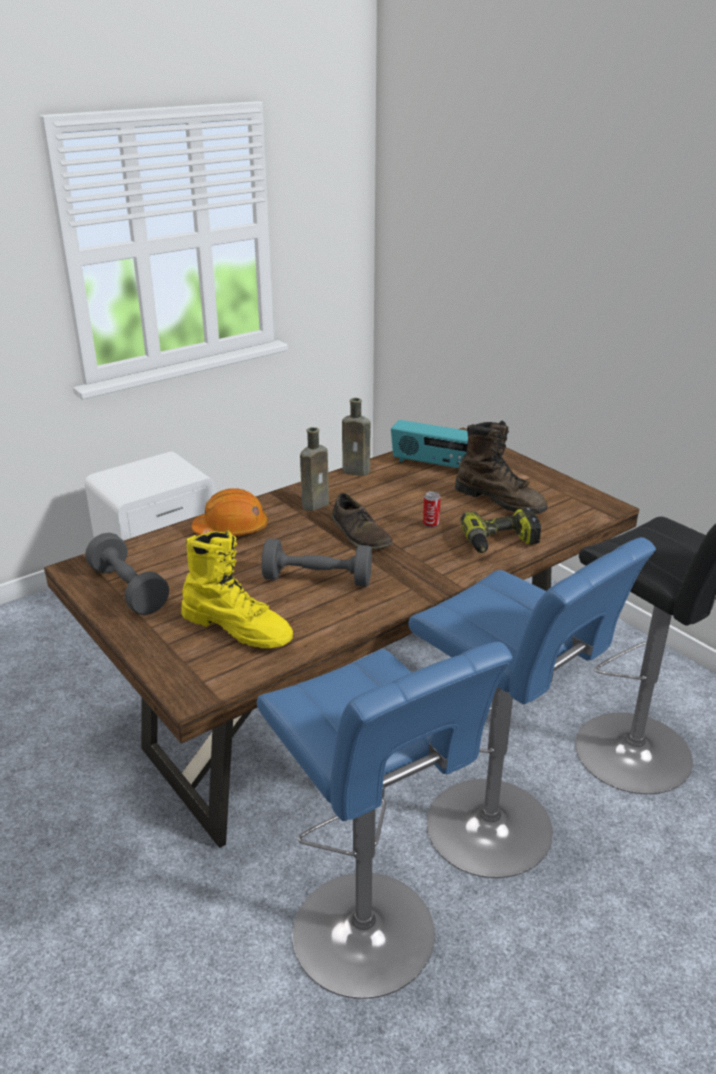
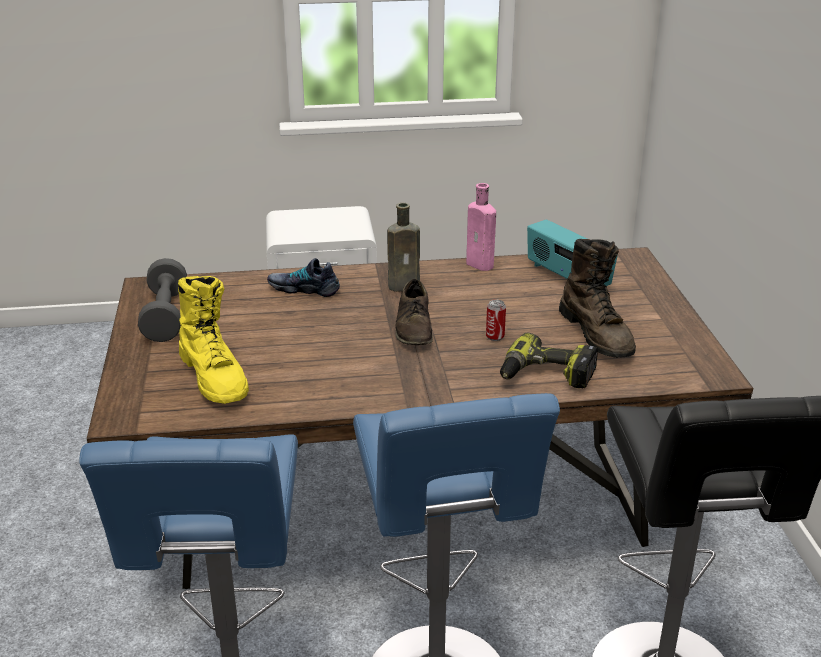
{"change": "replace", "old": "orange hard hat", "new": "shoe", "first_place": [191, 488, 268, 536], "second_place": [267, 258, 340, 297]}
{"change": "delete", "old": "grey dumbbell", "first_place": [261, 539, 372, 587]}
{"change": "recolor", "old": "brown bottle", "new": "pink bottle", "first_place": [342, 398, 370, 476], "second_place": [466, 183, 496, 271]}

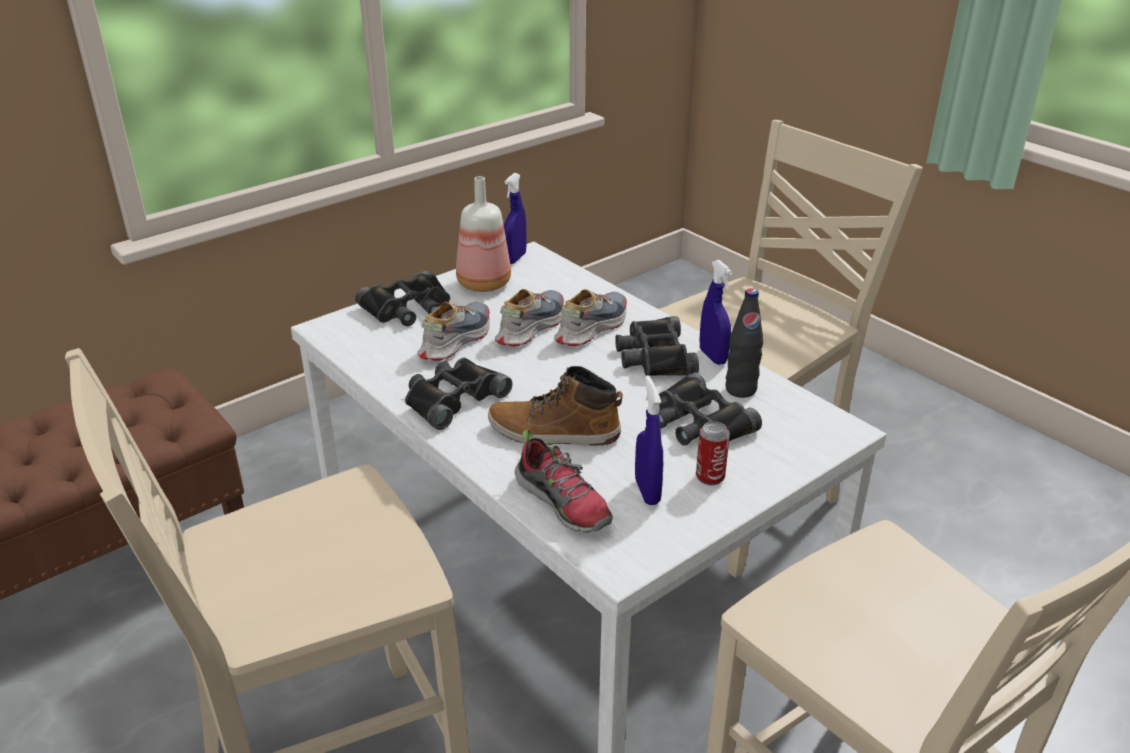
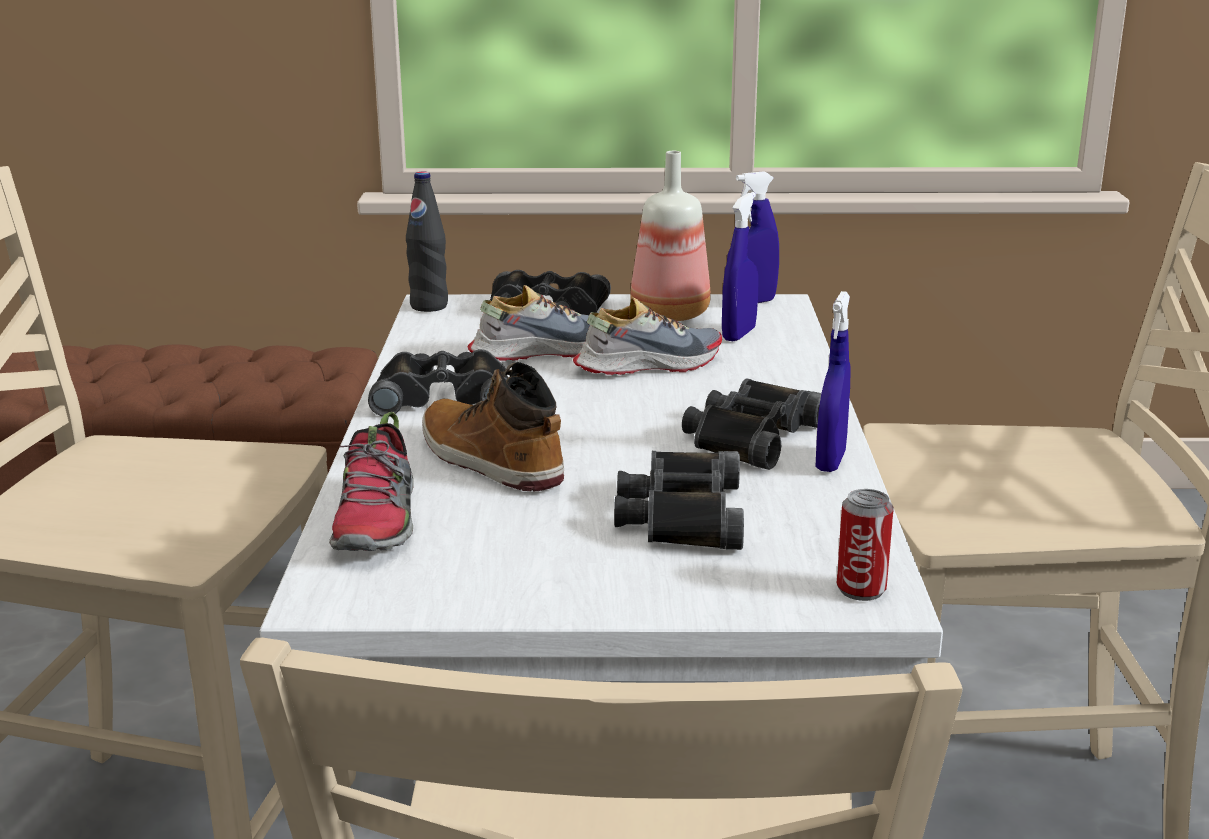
{"change": "delete", "old": "shoe", "first_place": [554, 289, 627, 346]}
{"change": "move", "old": "blue spray bottle", "first_place": [635, 375, 663, 505], "second_place": [722, 192, 759, 341]}
{"change": "move", "old": "can", "first_place": [696, 421, 730, 485], "second_place": [837, 489, 894, 601]}
{"change": "move", "old": "black bottle", "first_place": [726, 288, 763, 398], "second_place": [406, 171, 448, 312]}

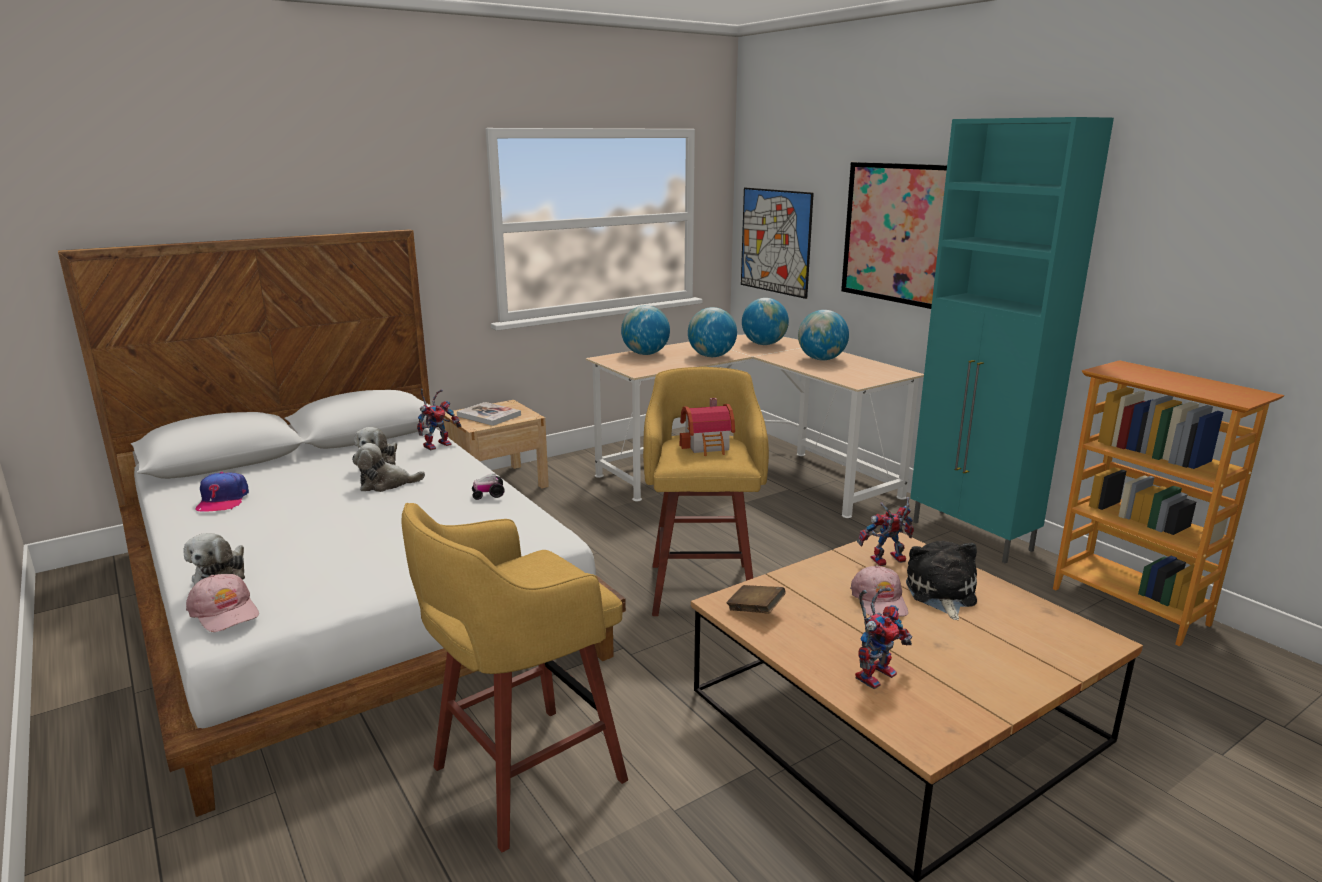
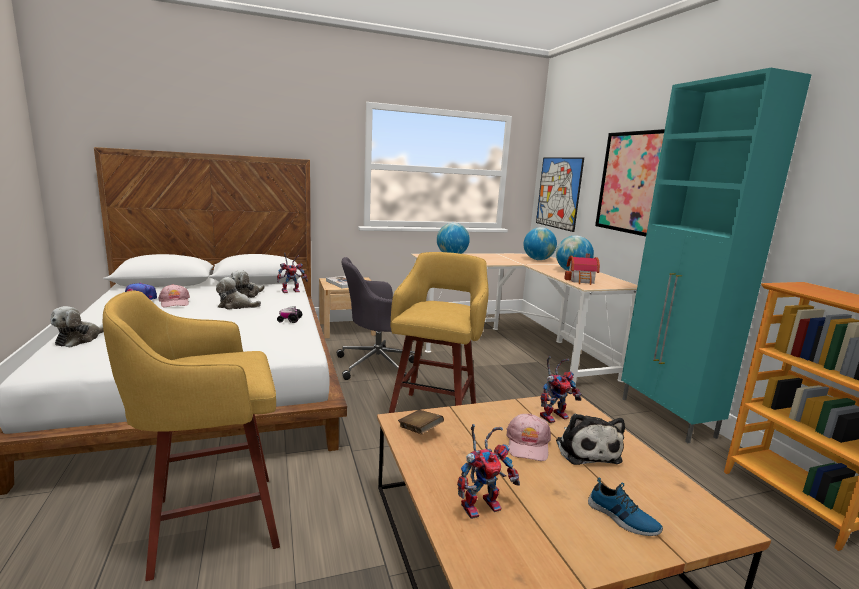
{"change": "move", "old": "pink cap", "first_place": [186, 574, 259, 632], "second_place": [158, 284, 190, 308]}
{"change": "move", "old": "toy house", "first_place": [680, 398, 735, 456], "second_place": [564, 254, 600, 285]}
{"change": "delete", "old": "globe", "first_place": [688, 307, 737, 357]}
{"change": "rotate", "old": "toy robot", "first_place": [857, 497, 914, 566], "second_place": [540, 356, 581, 423], "degrees": 150}
{"change": "rotate", "old": "plush toy", "first_place": [906, 541, 977, 620], "second_place": [556, 413, 625, 465], "degrees": 150}
{"change": "insert", "new": "grey office chair", "second_place": [337, 257, 415, 382]}
{"change": "insert", "new": "shoe", "second_place": [588, 477, 663, 536]}

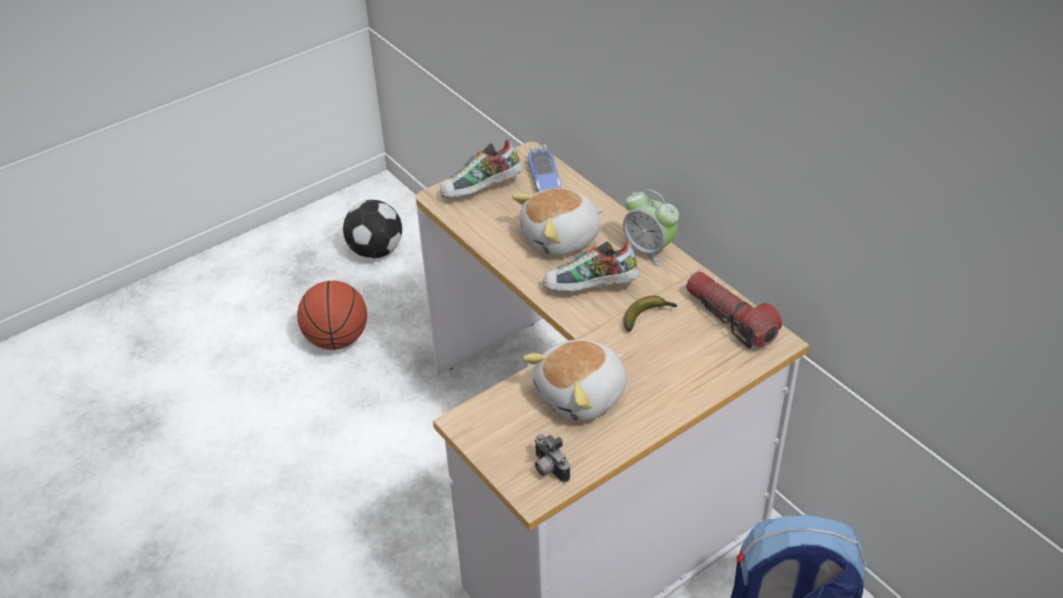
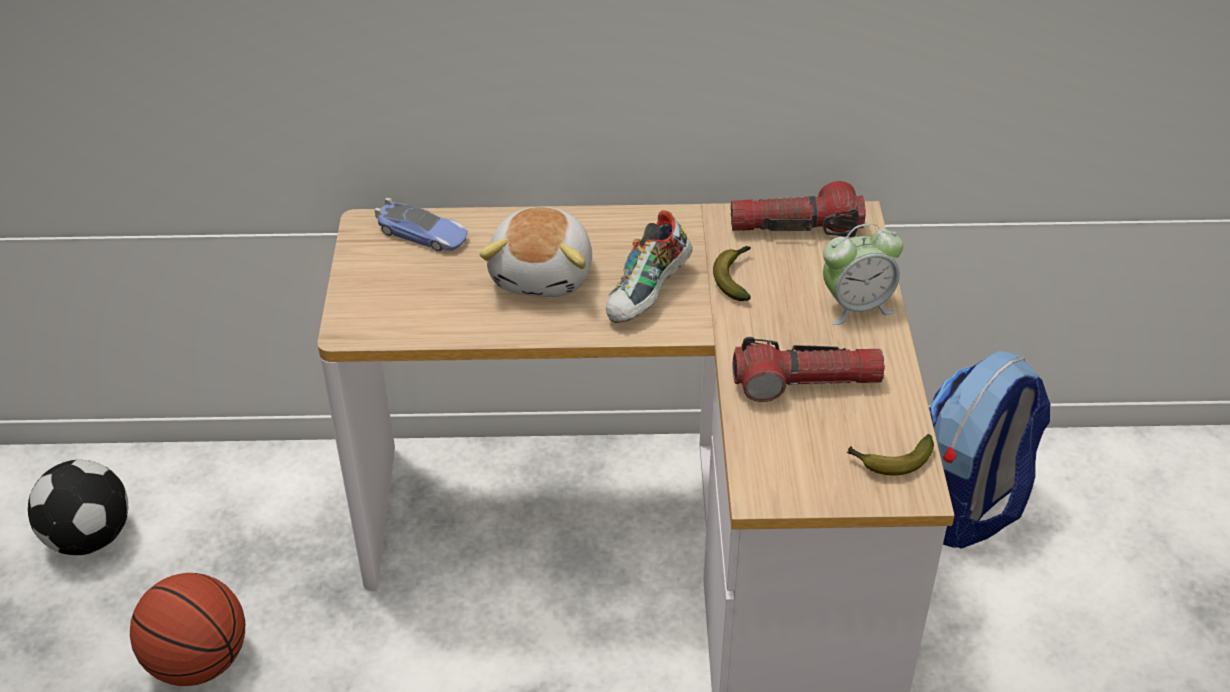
{"change": "delete", "old": "shoe", "first_place": [440, 139, 523, 198]}
{"change": "replace", "old": "plush toy", "new": "flashlight", "first_place": [522, 339, 627, 421], "second_place": [733, 337, 885, 402]}
{"change": "replace", "old": "photo camera", "new": "banana", "first_place": [534, 434, 570, 482], "second_place": [847, 434, 934, 476]}
{"change": "move", "old": "alarm clock", "first_place": [621, 190, 679, 267], "second_place": [823, 223, 903, 325]}

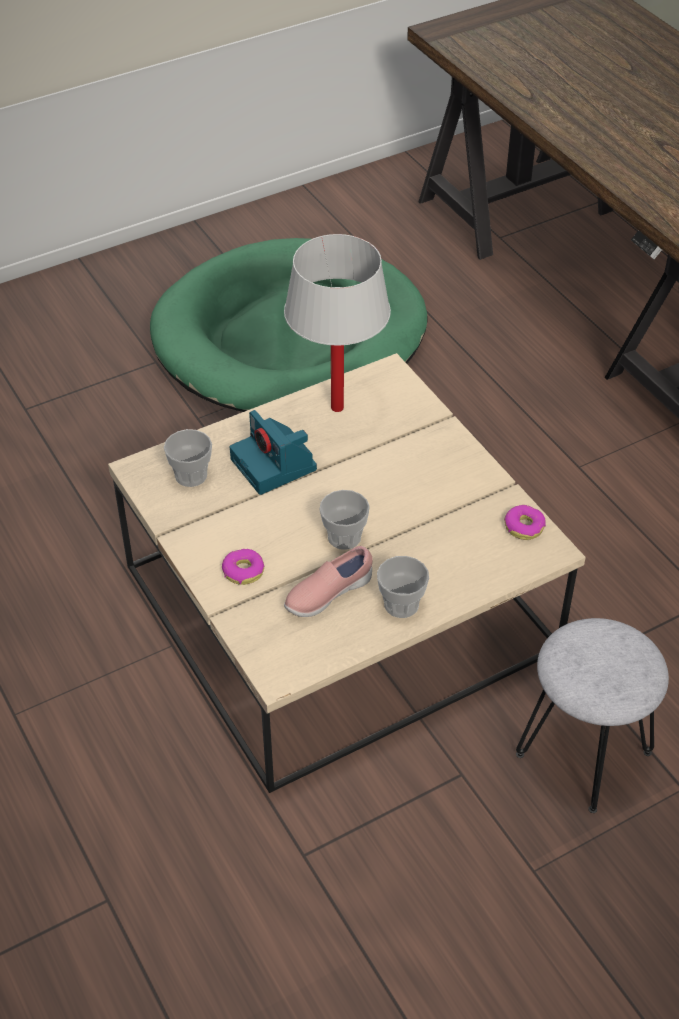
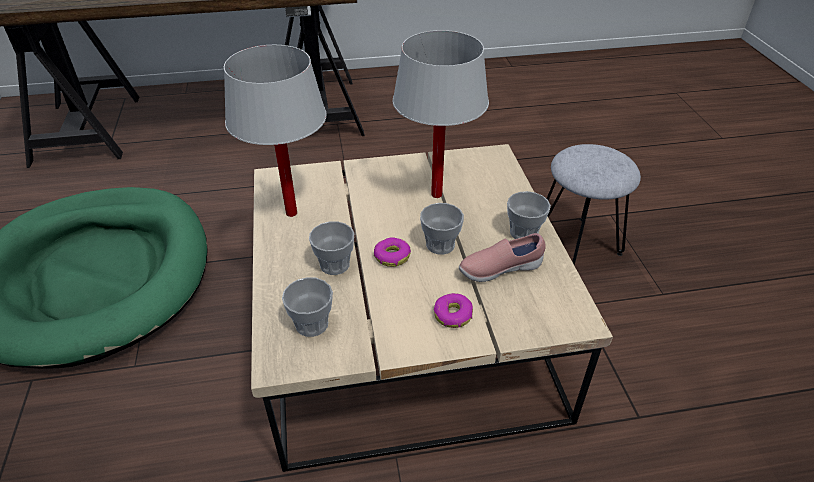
{"change": "replace", "old": "photo camera", "new": "cup", "first_place": [229, 410, 317, 495], "second_place": [309, 221, 354, 275]}
{"change": "rotate", "old": "pink shoe", "first_place": [284, 546, 373, 617], "second_place": [459, 233, 546, 282], "degrees": 90}
{"change": "move", "old": "donut", "first_place": [504, 505, 546, 540], "second_place": [374, 237, 411, 267]}
{"change": "insert", "new": "white table lamp", "second_place": [393, 30, 489, 198]}

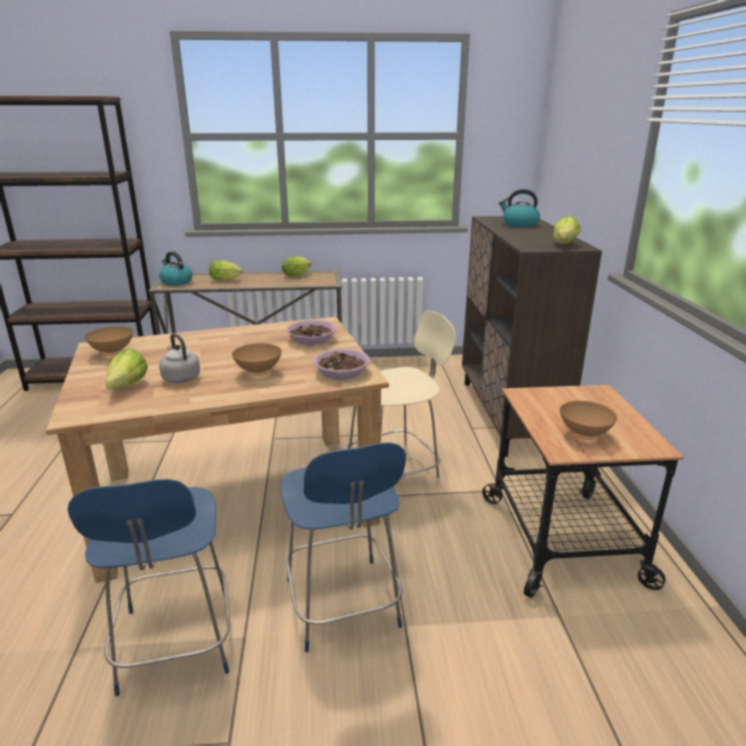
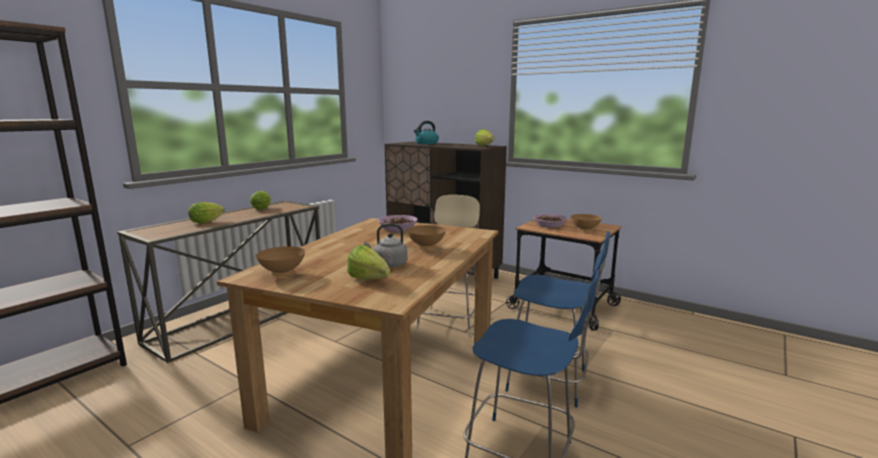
{"change": "delete", "old": "kettle", "first_place": [159, 251, 193, 285]}
{"change": "move", "old": "bowl", "first_place": [313, 349, 370, 380], "second_place": [533, 214, 567, 228]}

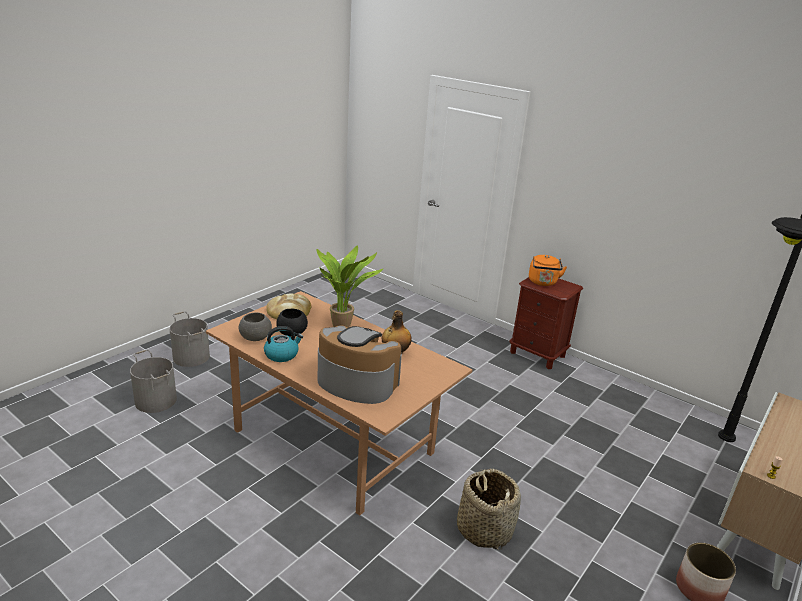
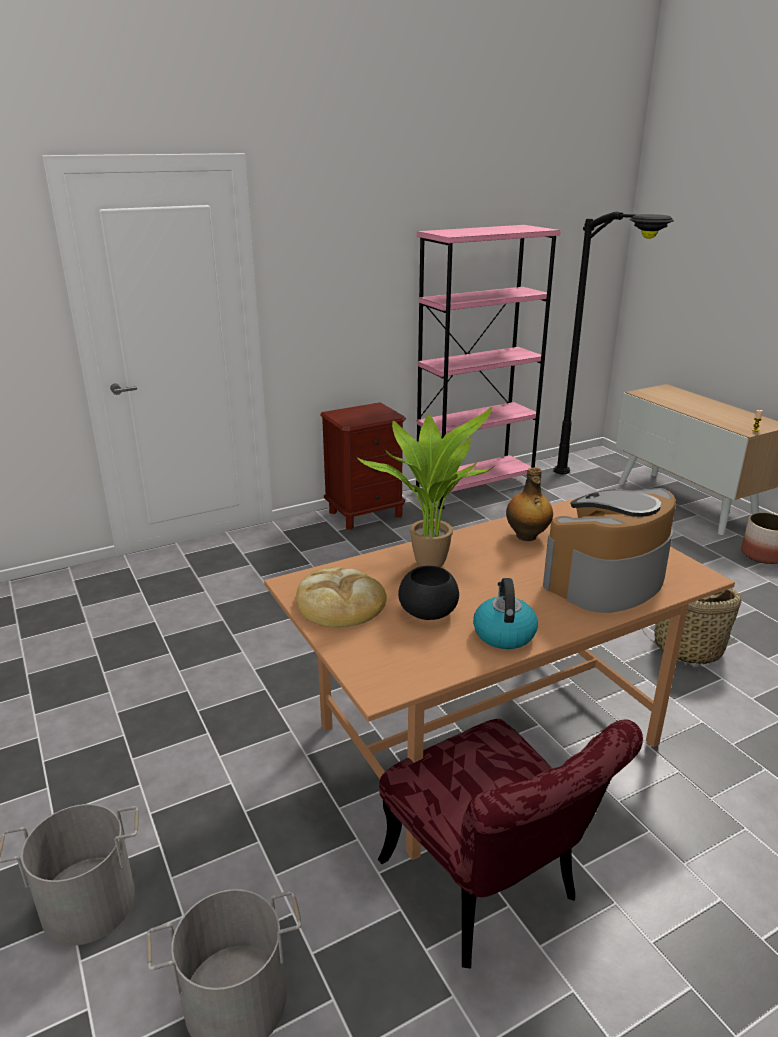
{"change": "delete", "old": "grey bowl", "first_place": [239, 312, 272, 341]}
{"change": "delete", "old": "orange kettle", "first_place": [529, 255, 567, 286]}
{"change": "insert", "new": "red chair", "second_place": [378, 719, 643, 968]}
{"change": "insert", "new": "pink bookcase", "second_place": [415, 225, 561, 509]}

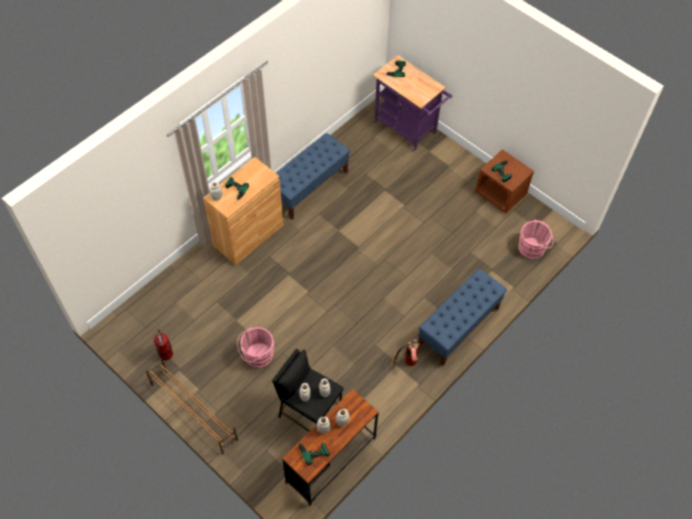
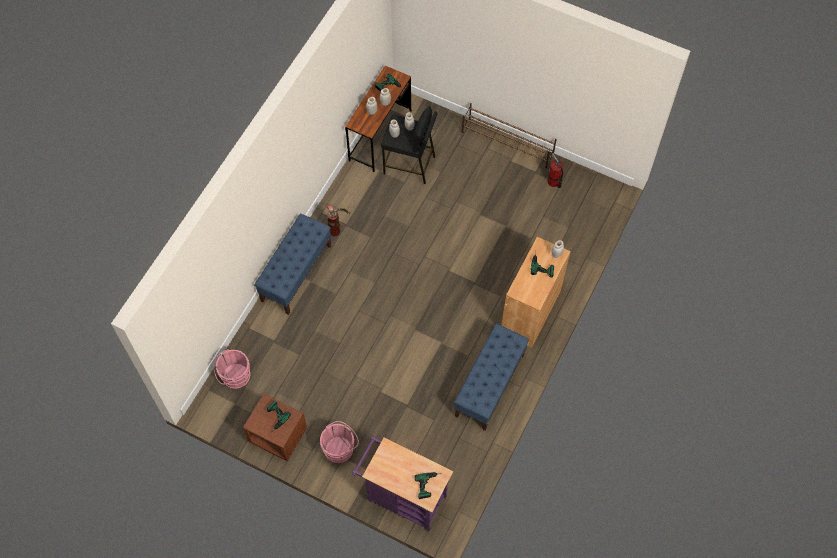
{"change": "move", "old": "pink bucket", "first_place": [237, 327, 274, 367], "second_place": [320, 421, 359, 463]}

